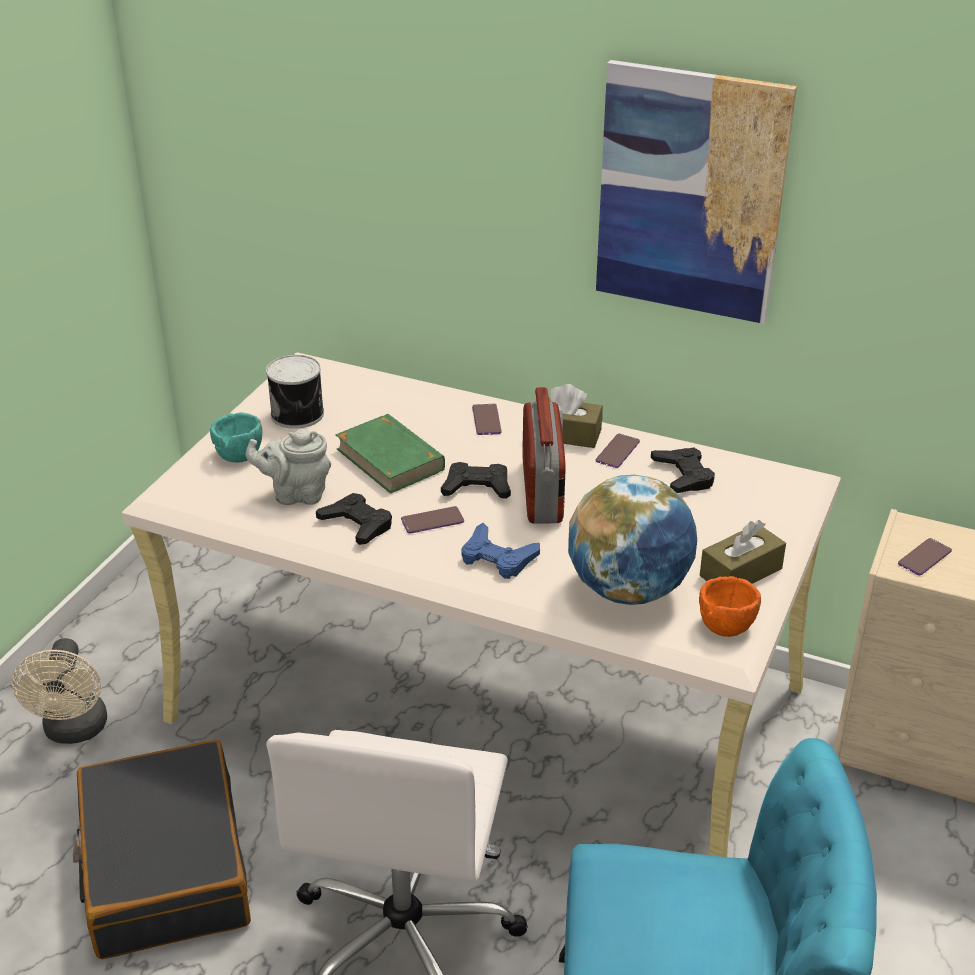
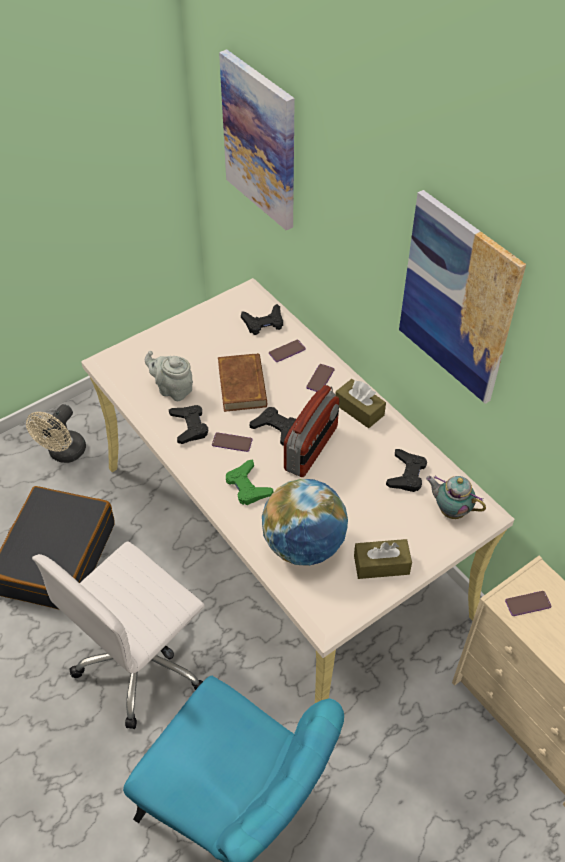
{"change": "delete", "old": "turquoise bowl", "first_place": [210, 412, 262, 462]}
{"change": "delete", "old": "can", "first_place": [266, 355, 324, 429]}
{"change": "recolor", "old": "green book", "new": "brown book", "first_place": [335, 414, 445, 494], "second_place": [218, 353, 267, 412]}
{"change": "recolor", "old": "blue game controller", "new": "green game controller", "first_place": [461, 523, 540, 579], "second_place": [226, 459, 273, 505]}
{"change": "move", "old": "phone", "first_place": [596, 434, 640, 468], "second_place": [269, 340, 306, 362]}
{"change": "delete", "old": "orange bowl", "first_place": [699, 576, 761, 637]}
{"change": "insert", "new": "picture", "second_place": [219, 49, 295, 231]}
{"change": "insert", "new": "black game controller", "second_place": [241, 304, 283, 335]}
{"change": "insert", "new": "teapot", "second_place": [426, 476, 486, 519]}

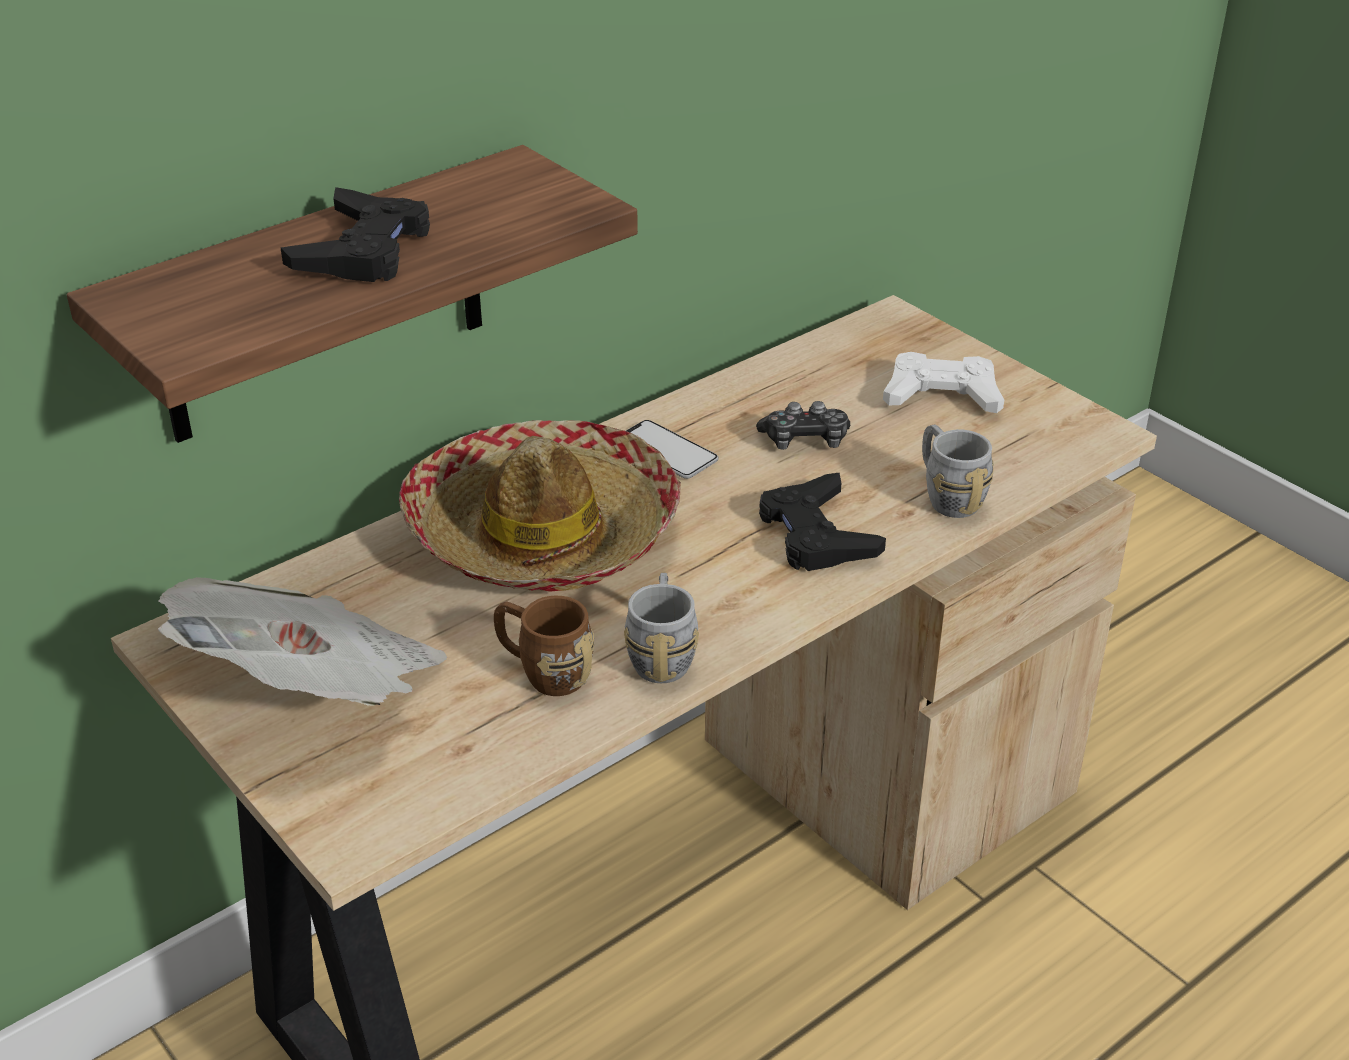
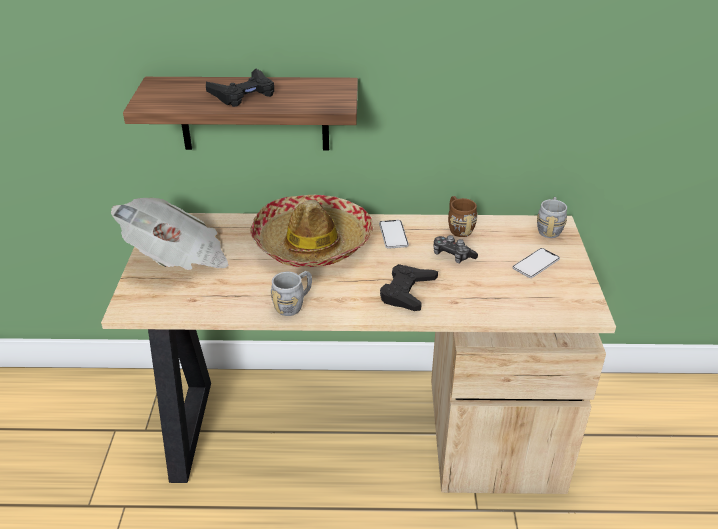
{"change": "move", "old": "brown mug", "first_place": [494, 595, 594, 696], "second_place": [448, 196, 478, 237]}
{"change": "replace", "old": "white game controller", "new": "phone", "first_place": [883, 352, 1004, 413], "second_place": [512, 248, 560, 278]}
{"change": "move", "old": "grey mug", "first_place": [922, 424, 994, 518], "second_place": [537, 197, 567, 238]}

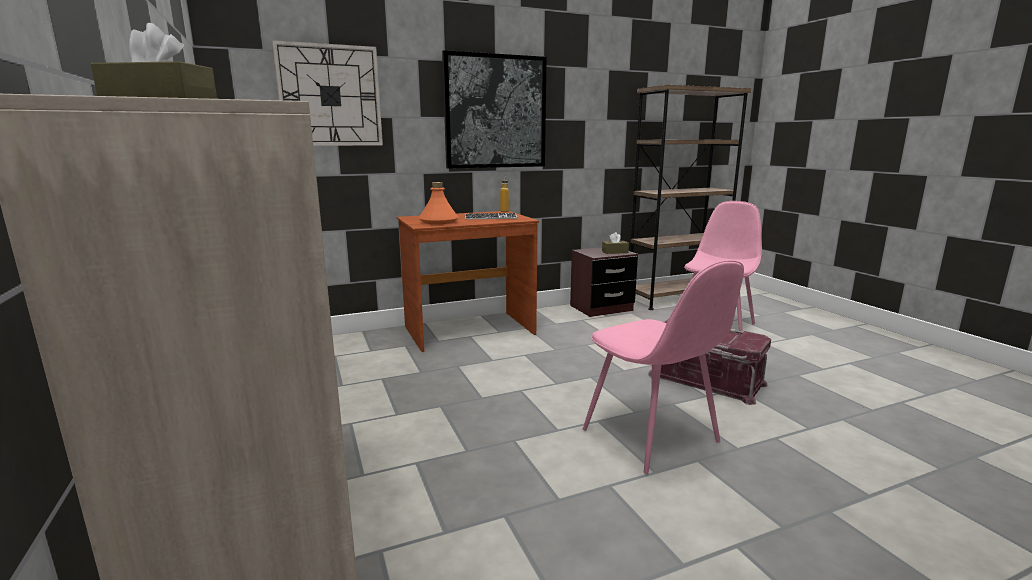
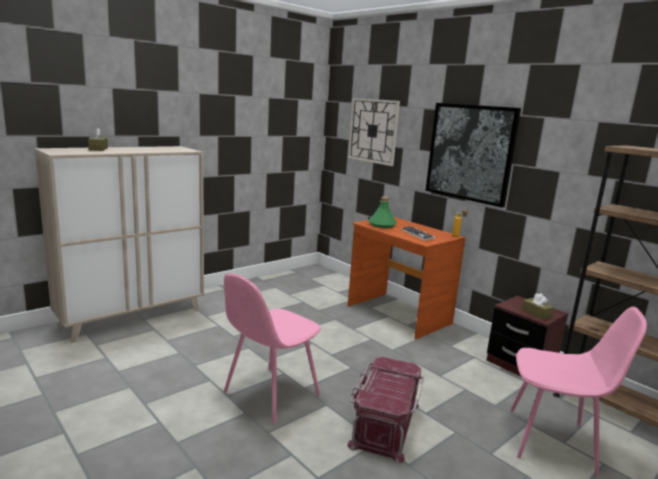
{"change": "recolor", "old": "orange bottle", "new": "green bottle", "first_place": [419, 182, 459, 224], "second_place": [368, 197, 397, 228]}

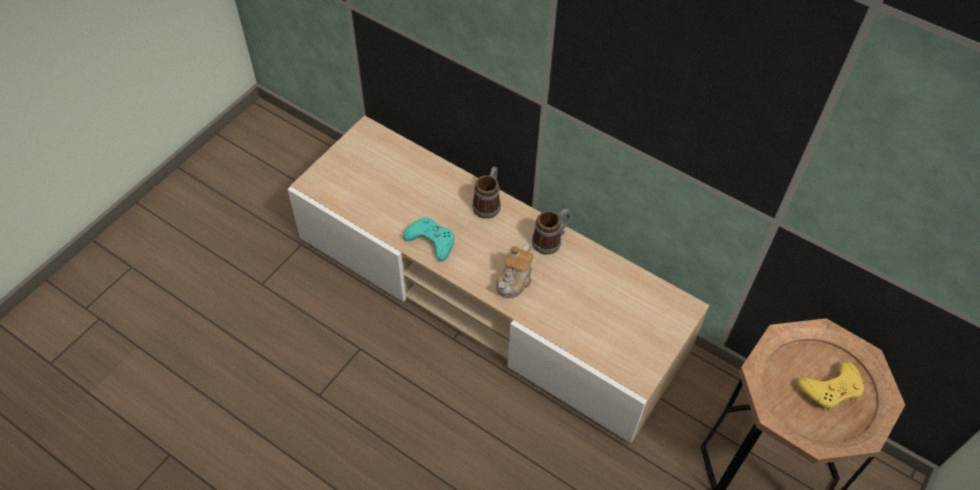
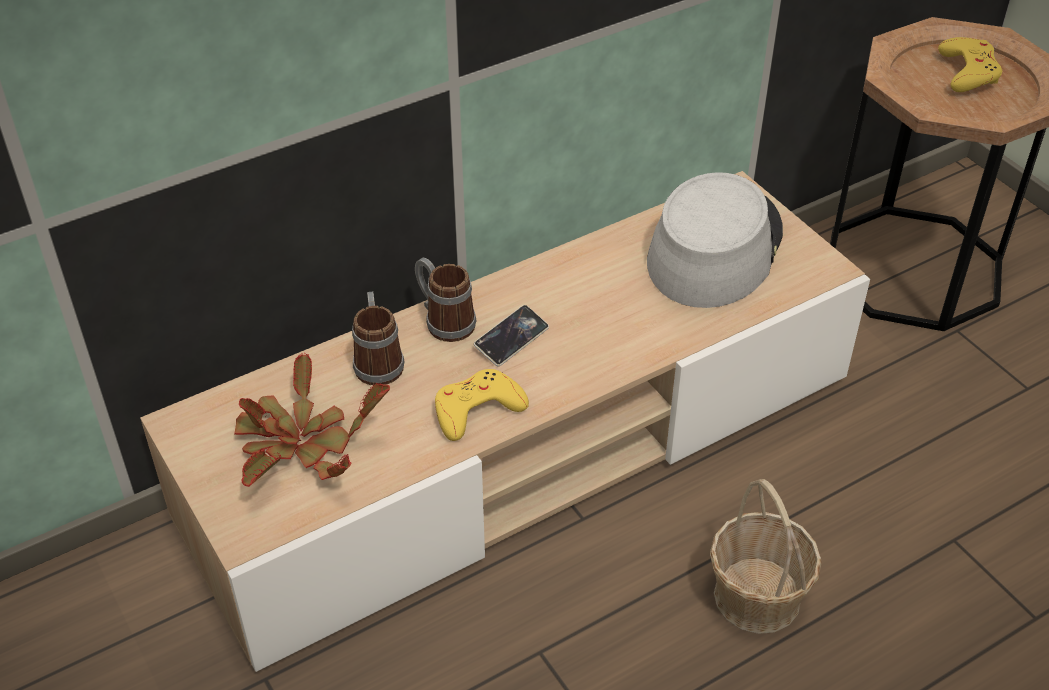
{"change": "recolor", "old": "turquoise game controller", "new": "yellow game controller", "first_place": [403, 217, 455, 261], "second_place": [435, 369, 529, 441]}
{"change": "delete", "old": "teapot", "first_place": [496, 244, 533, 298]}
{"change": "move", "old": "mug", "first_place": [532, 209, 572, 255], "second_place": [352, 292, 404, 386]}
{"change": "insert", "new": "potted plant", "second_place": [234, 353, 390, 487]}
{"change": "insert", "new": "phone", "second_place": [474, 305, 549, 366]}
{"change": "insert", "new": "grey hat", "second_place": [647, 172, 783, 308]}
{"change": "insert", "new": "basket", "second_place": [710, 479, 822, 634]}

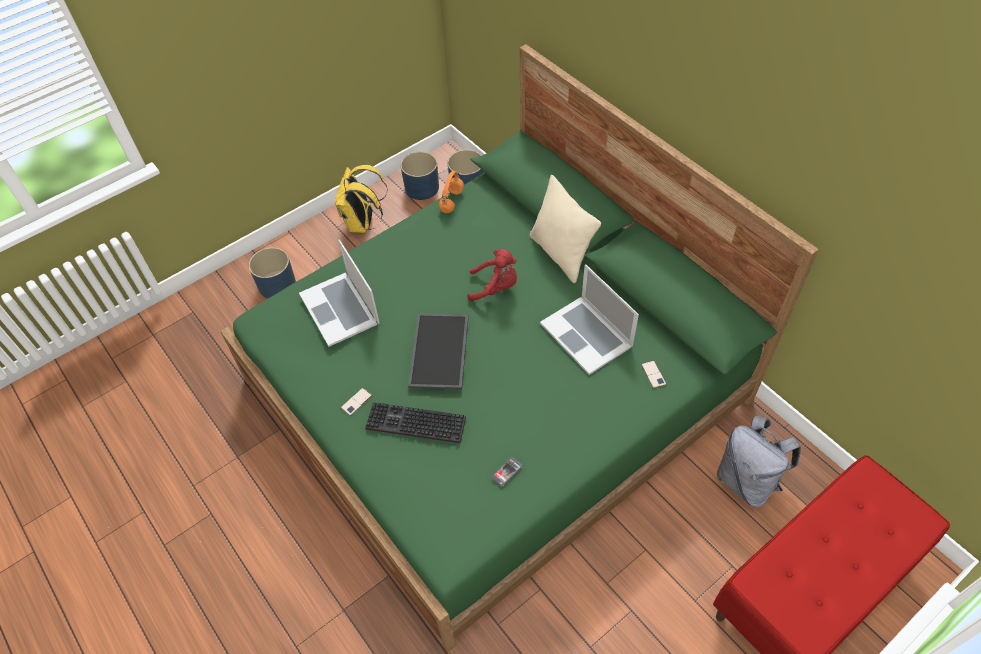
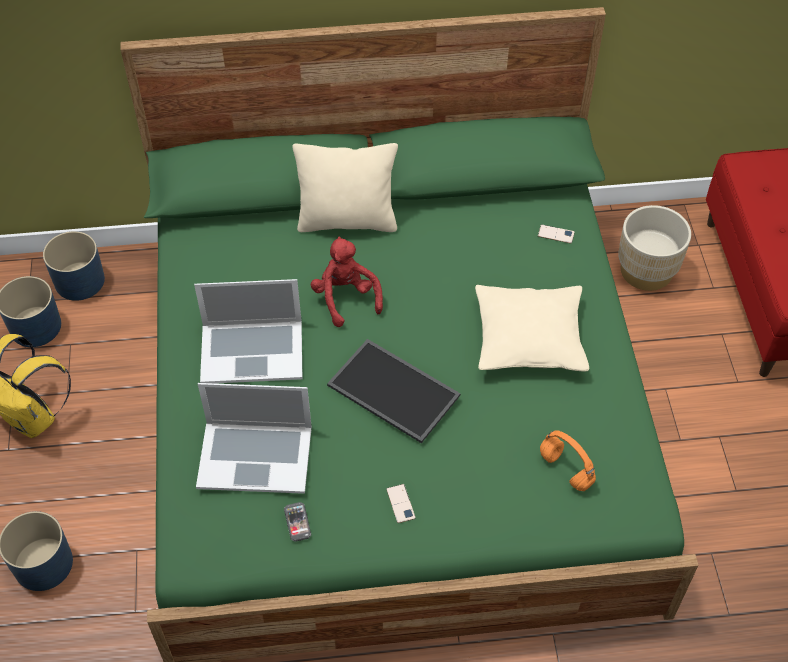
{"change": "delete", "old": "keyboard", "first_place": [365, 402, 466, 443]}
{"change": "move", "old": "orange headphones", "first_place": [439, 171, 464, 213], "second_place": [540, 431, 596, 491]}
{"change": "rotate", "old": "red plush toy", "first_place": [467, 249, 517, 301], "second_place": [311, 236, 383, 327], "degrees": -60}
{"change": "move", "old": "phone", "first_place": [492, 457, 523, 486], "second_place": [284, 502, 311, 542]}
{"change": "move", "old": "laptop", "first_place": [540, 264, 639, 375], "second_place": [194, 279, 302, 383]}
{"change": "replace", "old": "grey backpack", "new": "beige planter", "first_place": [717, 415, 801, 507], "second_place": [618, 205, 691, 291]}
{"change": "insert", "new": "beige pillow", "second_place": [475, 285, 589, 371]}

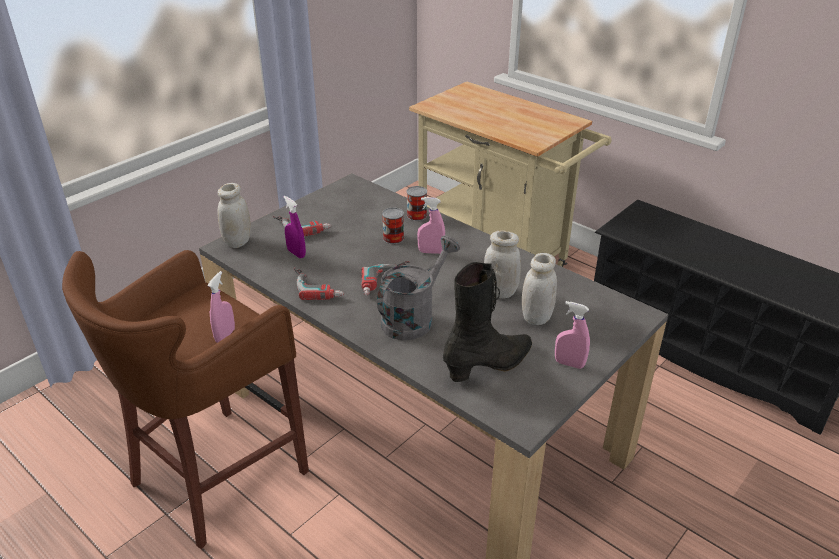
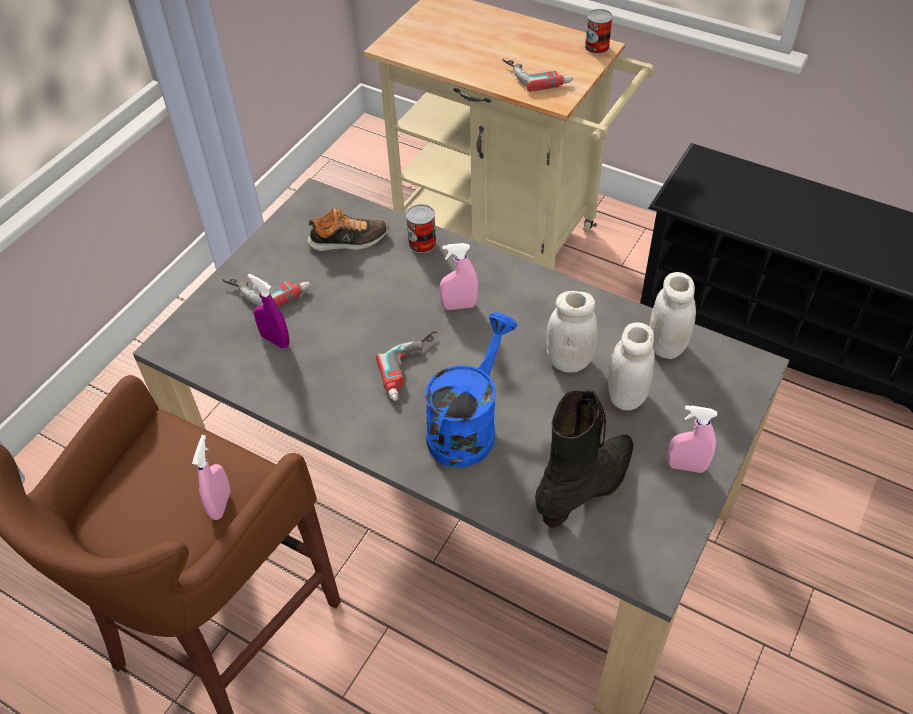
{"change": "move", "old": "white jar", "first_place": [218, 183, 251, 248], "second_place": [649, 272, 696, 359]}
{"change": "move", "old": "power drill", "first_place": [294, 267, 344, 300], "second_place": [502, 58, 573, 92]}
{"change": "recolor", "old": "grey watering can", "new": "blue watering can", "first_place": [377, 235, 460, 340], "second_place": [425, 312, 517, 468]}
{"change": "move", "old": "can", "first_place": [382, 208, 404, 244], "second_place": [585, 9, 613, 54]}
{"change": "insert", "new": "shoe", "second_place": [307, 209, 388, 251]}

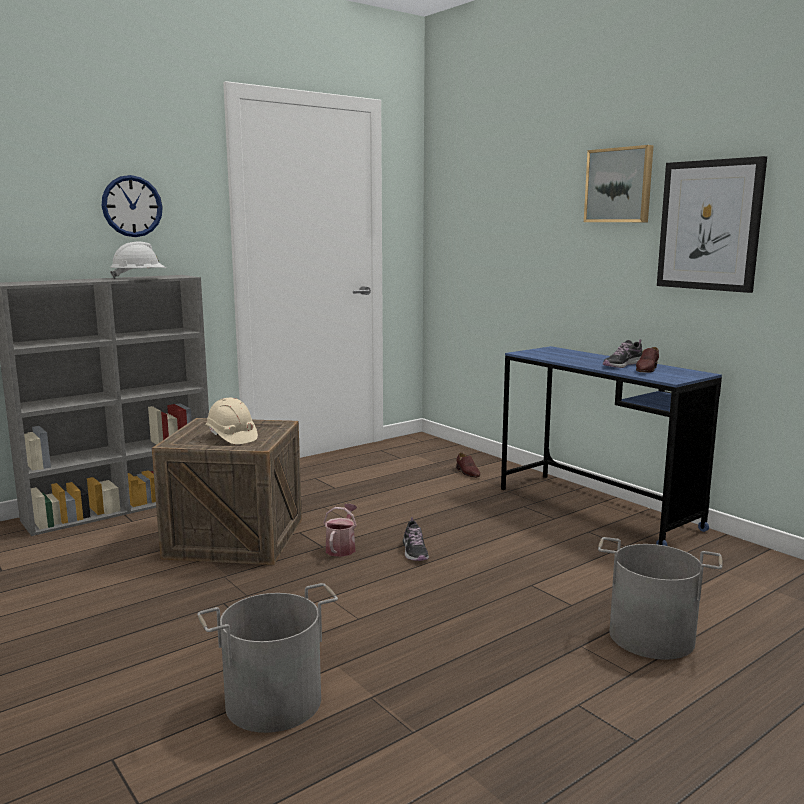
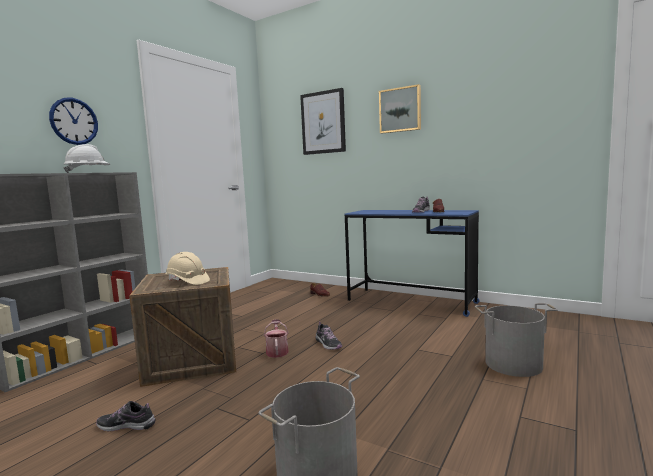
{"change": "move", "old": "picture", "first_place": [657, 156, 767, 293], "second_place": [300, 88, 346, 155]}
{"change": "insert", "new": "shoe", "second_place": [96, 401, 156, 432]}

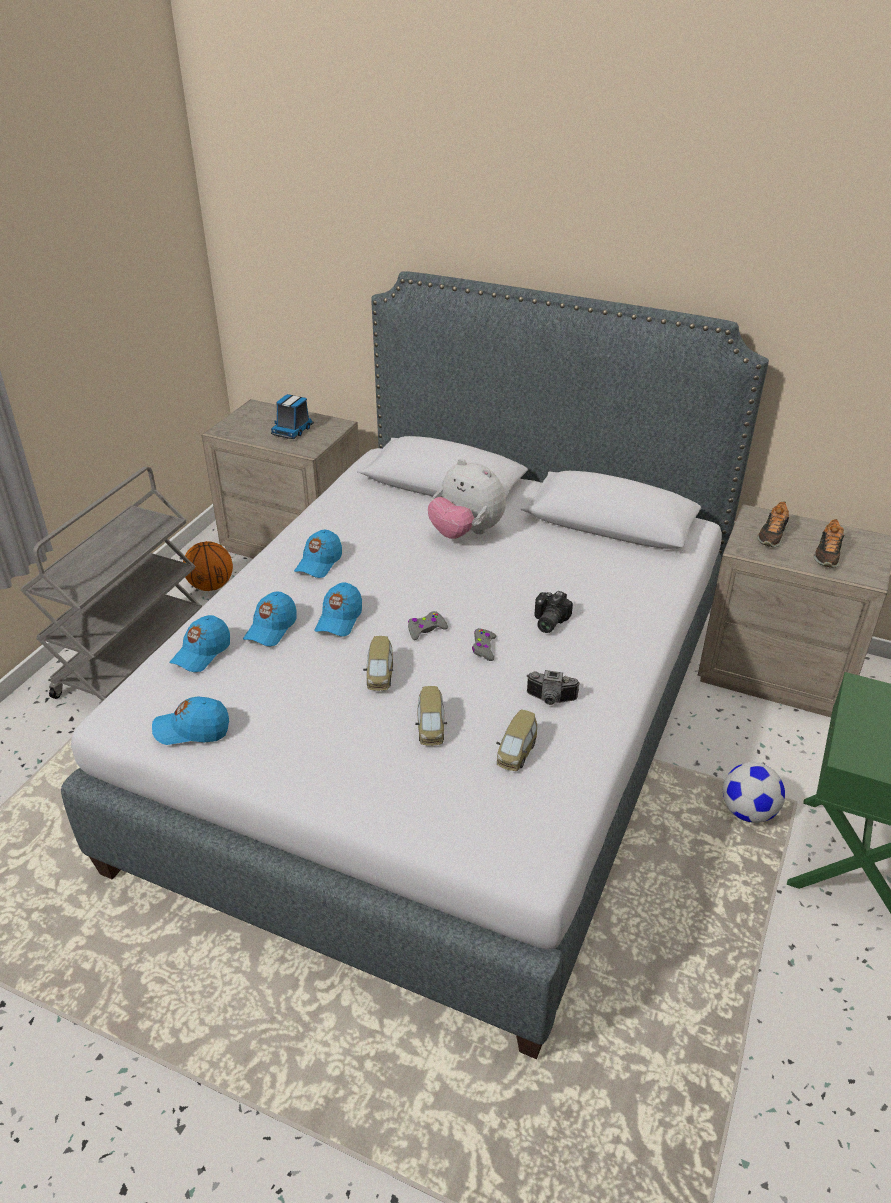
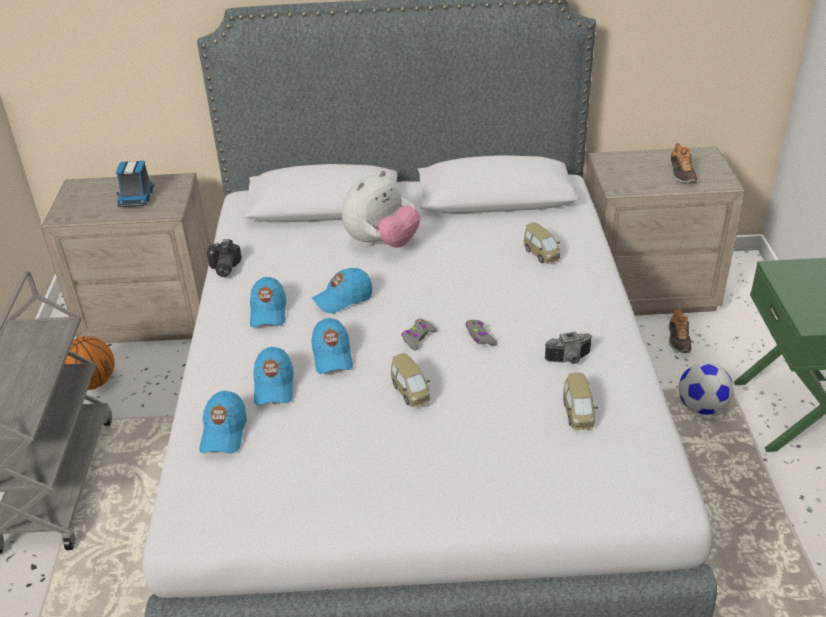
{"change": "move", "old": "blue cap", "first_place": [152, 696, 229, 745], "second_place": [312, 268, 373, 314]}
{"change": "move", "old": "toy car", "first_place": [415, 686, 447, 746], "second_place": [524, 222, 560, 264]}
{"change": "rotate", "old": "plush toy", "first_place": [428, 459, 506, 539], "second_place": [342, 170, 420, 248], "degrees": -60}
{"change": "move", "old": "photo camera", "first_place": [534, 591, 573, 633], "second_place": [207, 239, 242, 277]}
{"change": "move", "old": "shoe", "first_place": [757, 501, 789, 547], "second_place": [668, 308, 692, 353]}

